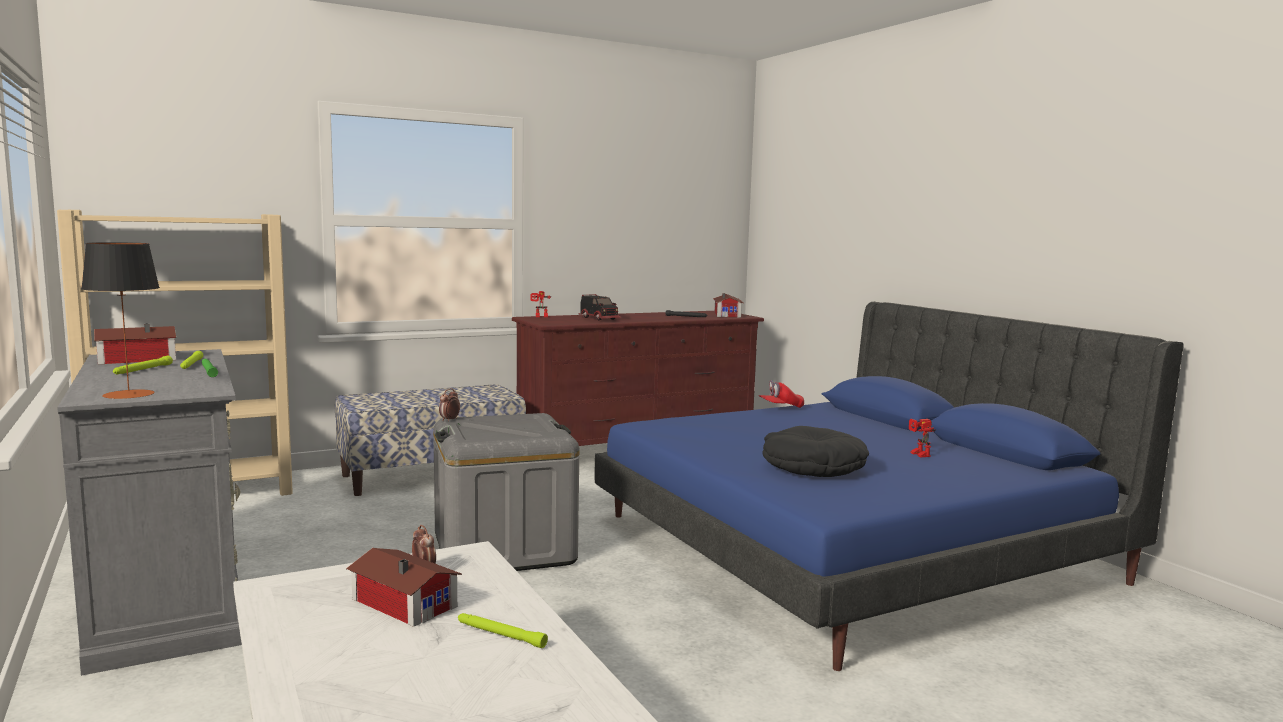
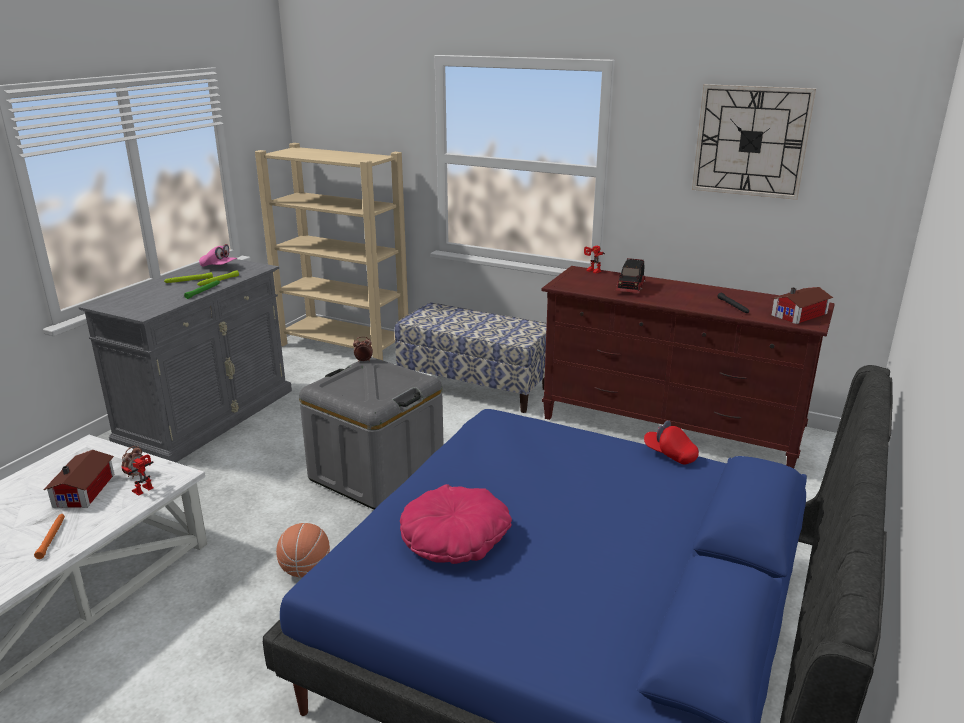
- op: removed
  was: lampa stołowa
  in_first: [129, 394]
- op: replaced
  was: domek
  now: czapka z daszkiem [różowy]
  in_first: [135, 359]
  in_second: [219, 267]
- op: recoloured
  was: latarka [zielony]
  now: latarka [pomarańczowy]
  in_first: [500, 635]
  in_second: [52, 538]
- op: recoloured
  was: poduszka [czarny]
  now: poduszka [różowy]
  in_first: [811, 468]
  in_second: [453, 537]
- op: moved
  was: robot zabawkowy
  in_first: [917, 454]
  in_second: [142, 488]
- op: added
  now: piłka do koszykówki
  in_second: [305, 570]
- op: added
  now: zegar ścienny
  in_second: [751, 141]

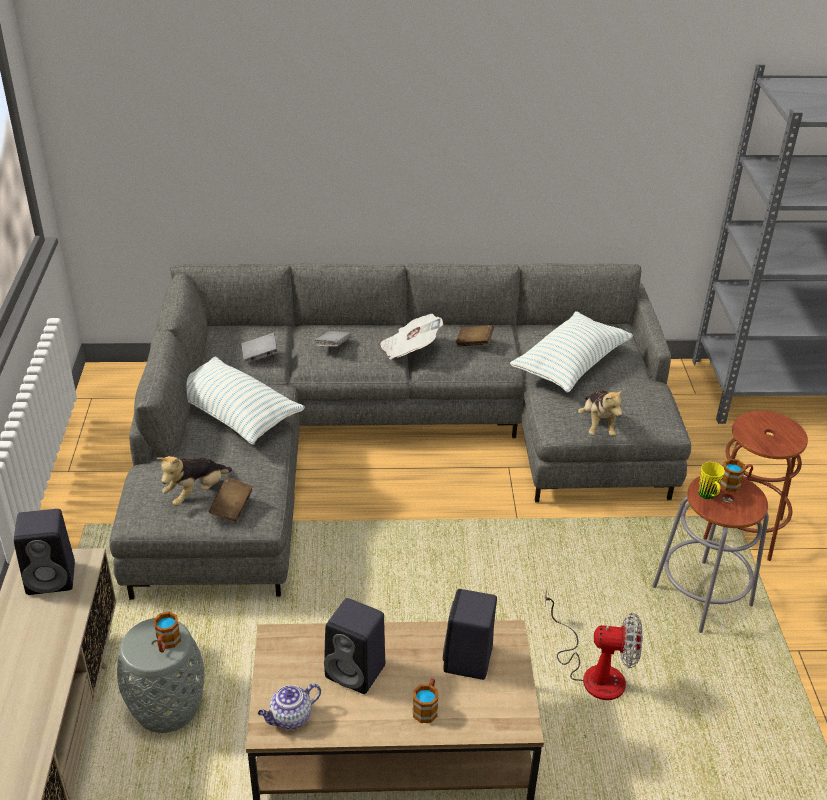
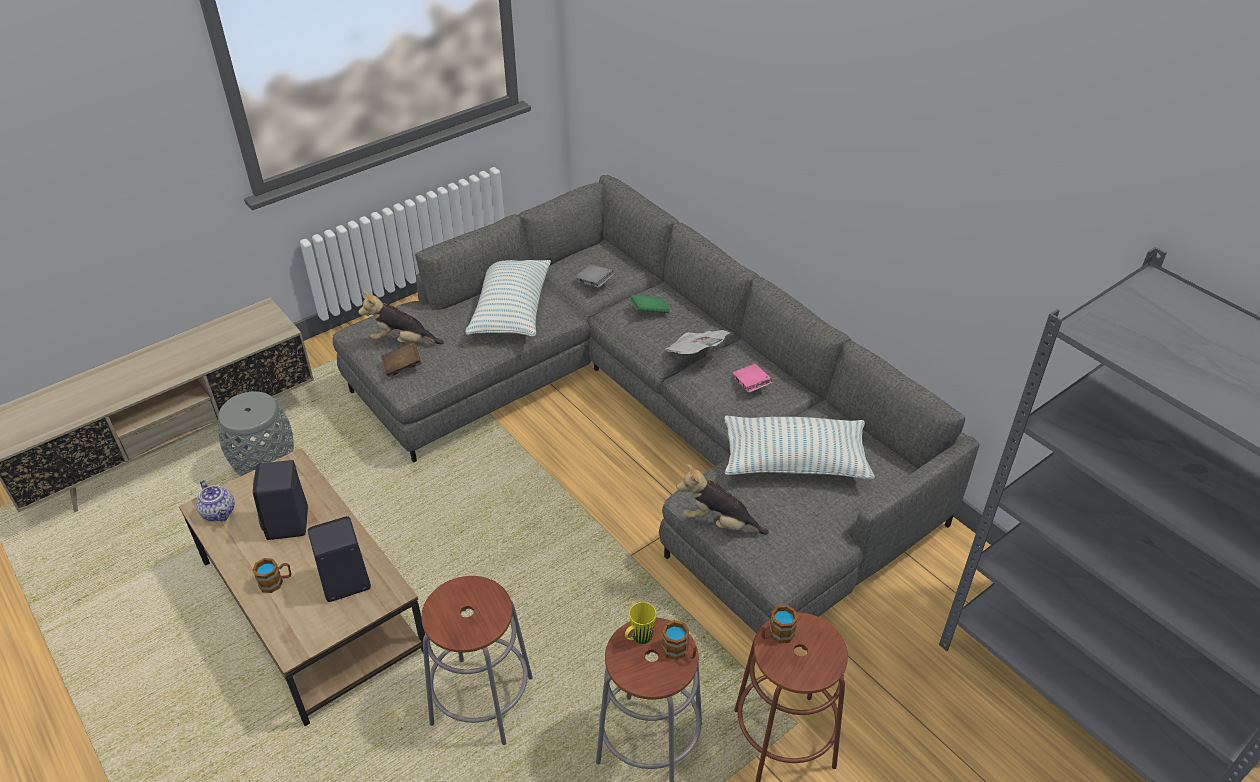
- op: removed
  was: głośnik [czarny]
  in_first: [53, 578]
- op: moved
  was: kubek
  in_first: [167, 643]
  in_second: [776, 635]
- op: turned
  was: imbryk
  in_first: [290, 718]
  in_second: [219, 513]
  clockwise: -150
- op: recoloured
  was: książka [szary]
  now: książka [zielony]
  in_first: [333, 347]
  in_second: [649, 312]
- op: recoloured
  was: książka [brązowy]
  now: książka [różowy]
  in_first: [474, 343]
  in_second: [751, 385]
- op: replaced
  was: wentylator
  now: stołek [szary]
  in_first: [593, 672]
  in_second: [482, 701]
- op: turned
  was: pluszak
  in_first: [597, 425]
  in_second: [719, 523]
  clockwise: 60

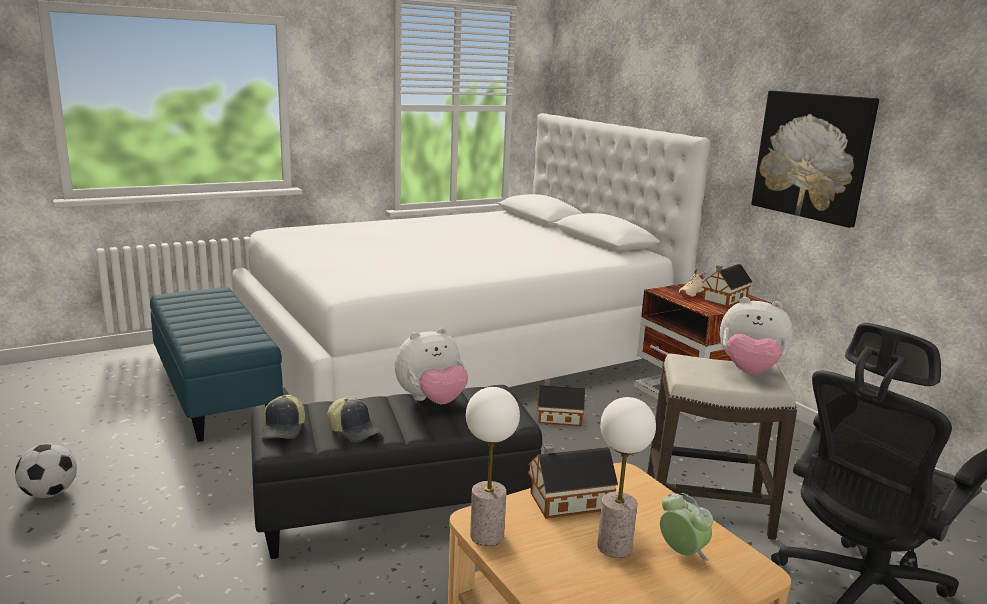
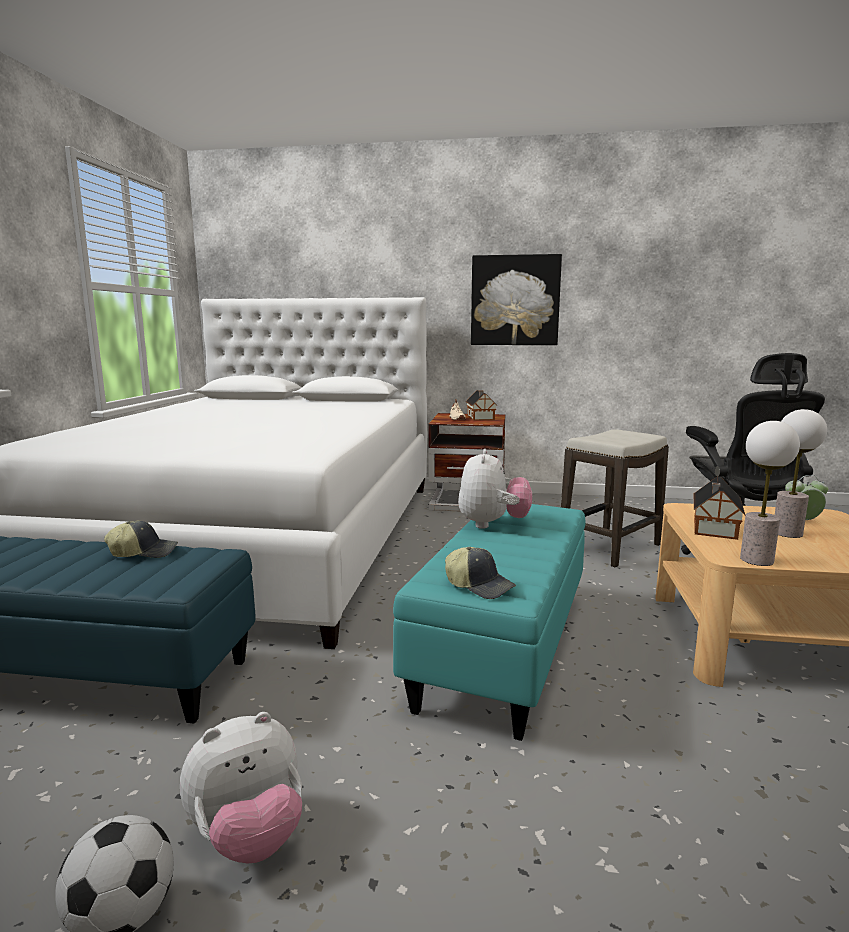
- op: recoloured
  was: pufa [czarny]
  now: pufa [turkusowy]
  in_first: [395, 512]
  in_second: [501, 649]
- op: moved
  was: czapka z daszkiem
  in_first: [354, 430]
  in_second: [144, 552]
- op: removed
  was: domek
  in_first: [557, 417]
- op: moved
  was: pluszak
  in_first: [749, 371]
  in_second: [249, 836]

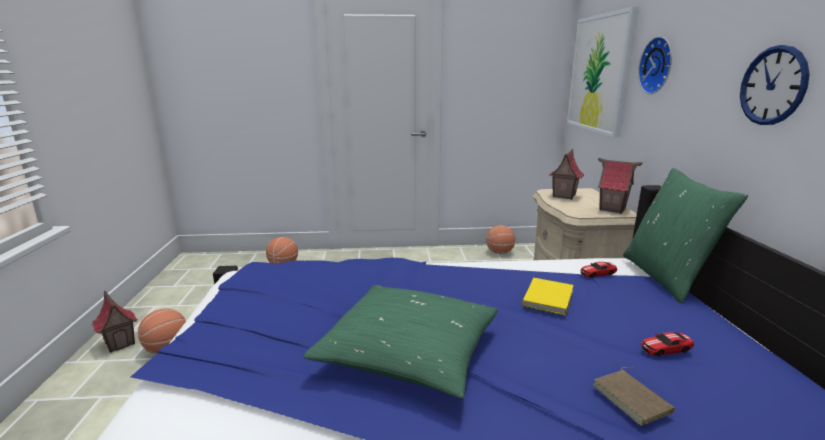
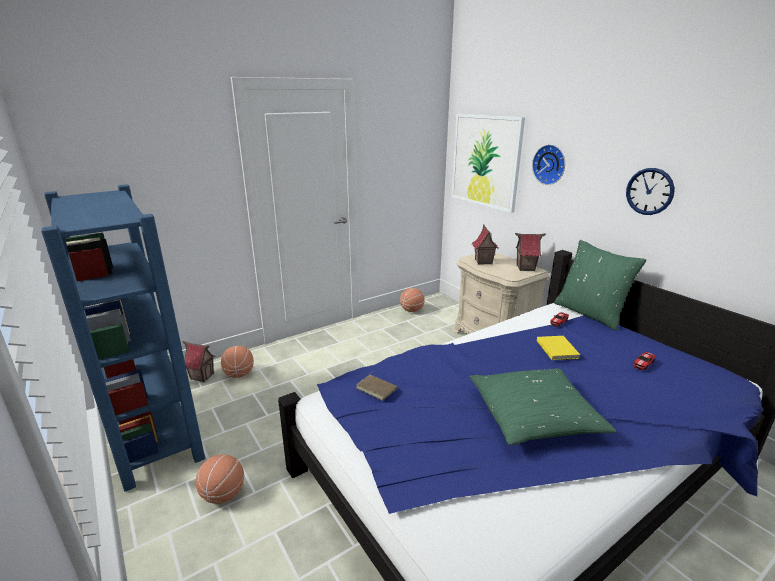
- op: moved
  was: domek
  in_first: [120, 343]
  in_second: [202, 376]
- op: moved
  was: książka [brązowy]
  in_first: [633, 399]
  in_second: [377, 388]
- op: added
  now: regał [niebieski]
  in_second: [152, 428]

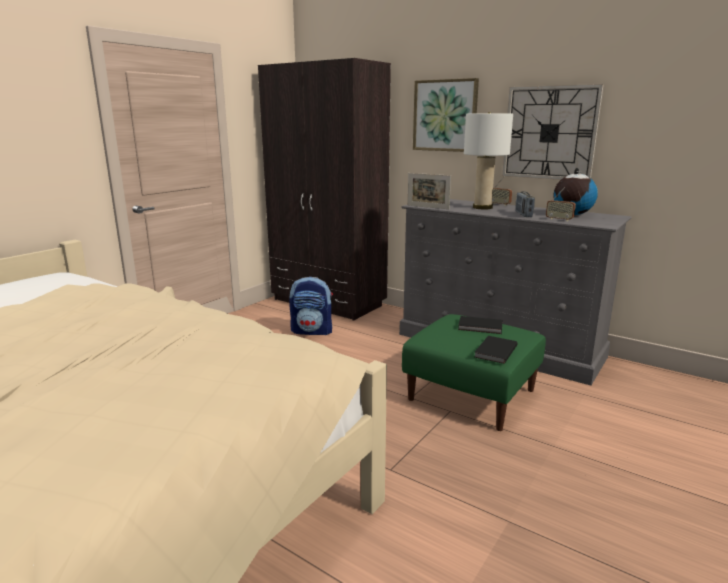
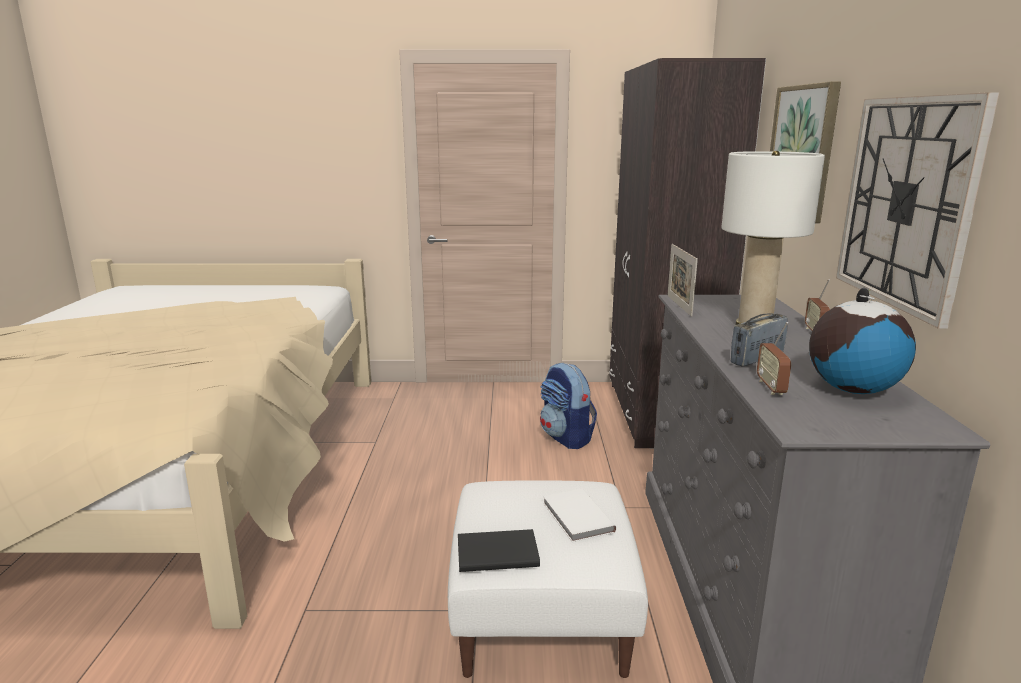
- op: recoloured
  was: pufa [zielony]
  now: pufa [biały]
  in_first: [472, 395]
  in_second: [543, 616]
- op: recoloured
  was: książka [czarny]
  now: książka [biały]
  in_first: [480, 327]
  in_second: [576, 518]

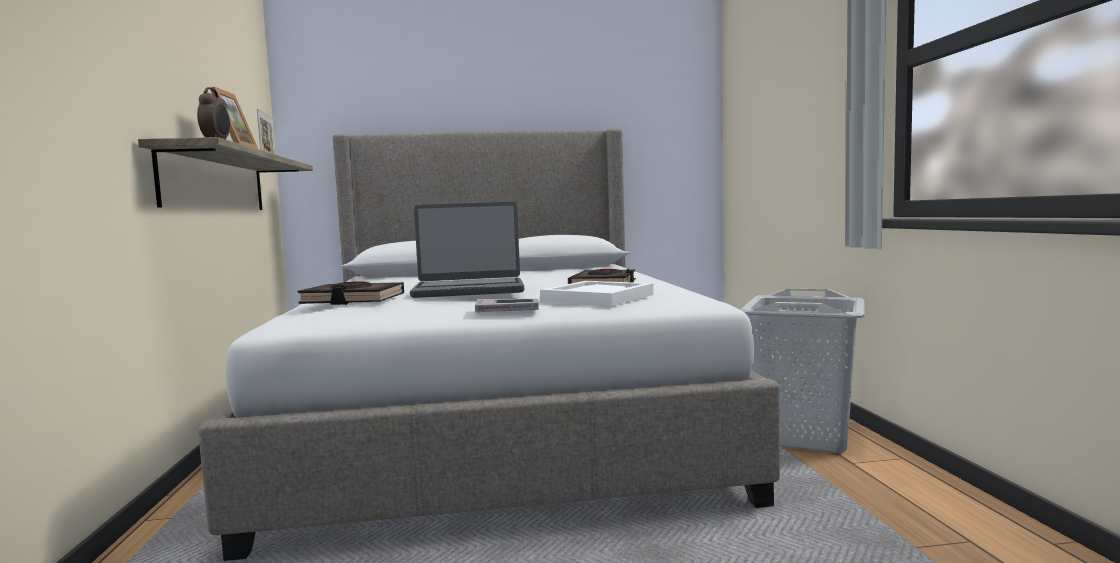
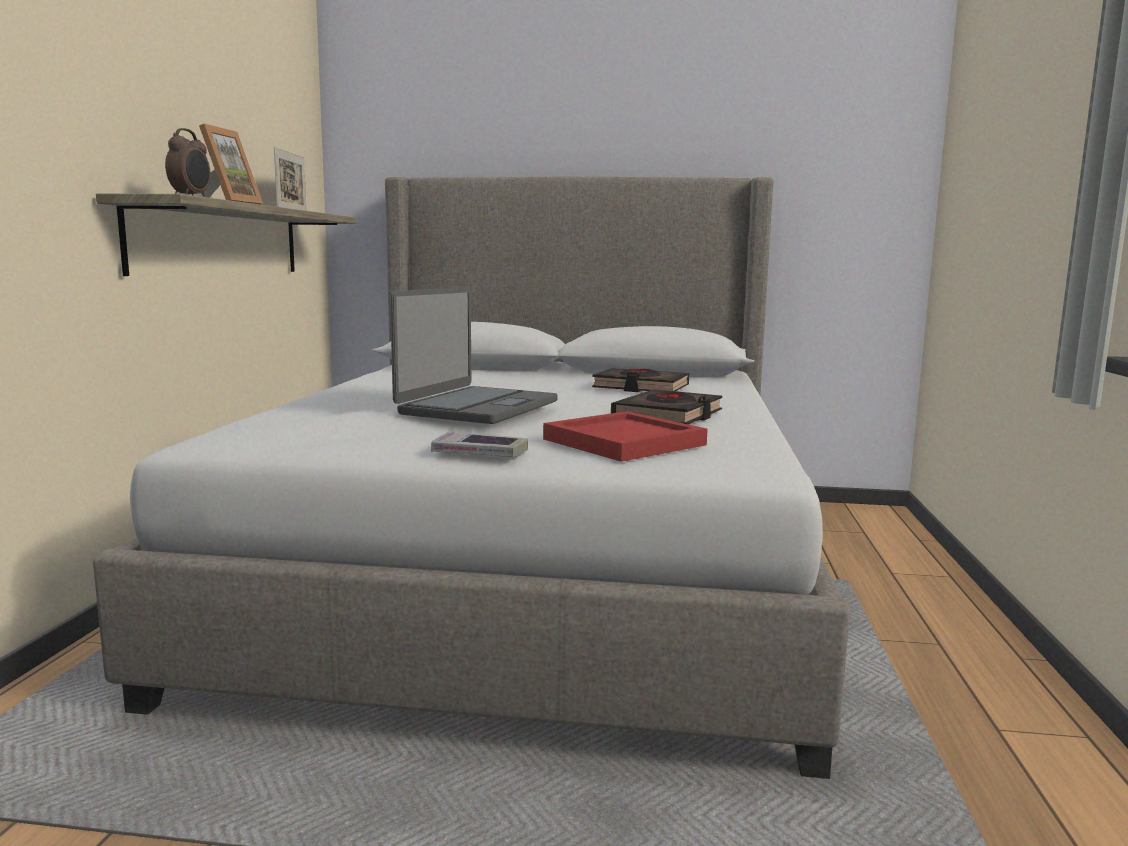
- op: moved
  was: książka [czarny]
  in_first: [353, 300]
  in_second: [640, 387]
- op: turned
  was: laptop
  in_first: [469, 290]
  in_second: [477, 407]
  clockwise: -75
- op: recoloured
  was: taca [biały]
  now: taca [czerwony]
  in_first: [599, 298]
  in_second: [626, 442]
- op: removed
  was: kosz na pranie [szary]
  in_first: [803, 436]

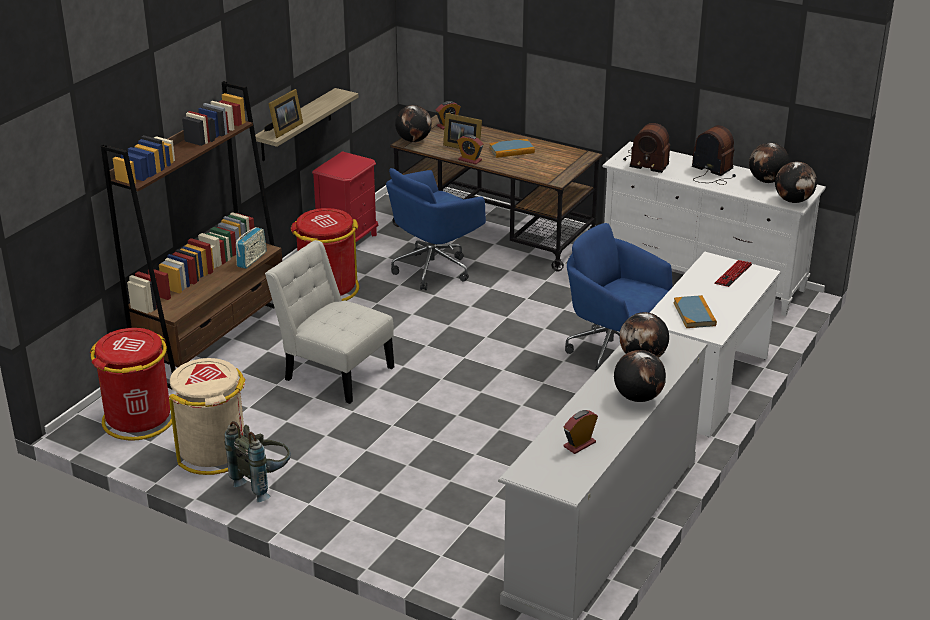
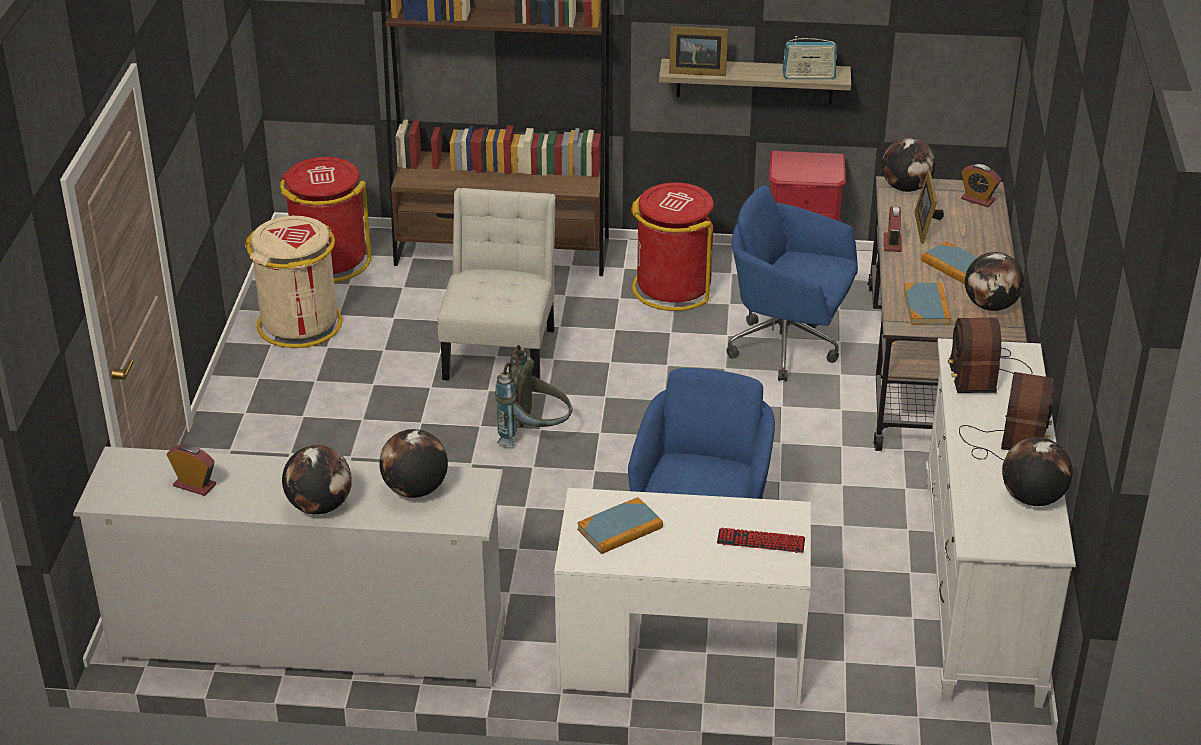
- op: moved
  was: plecak [szary]
  in_first: [263, 483]
  in_second: [535, 435]
- op: moved
  was: radio
  in_first: [252, 259]
  in_second: [809, 76]
- op: moved
  was: globus
  in_first: [793, 200]
  in_second: [991, 306]
- op: added
  now: książka
  in_second: [926, 307]

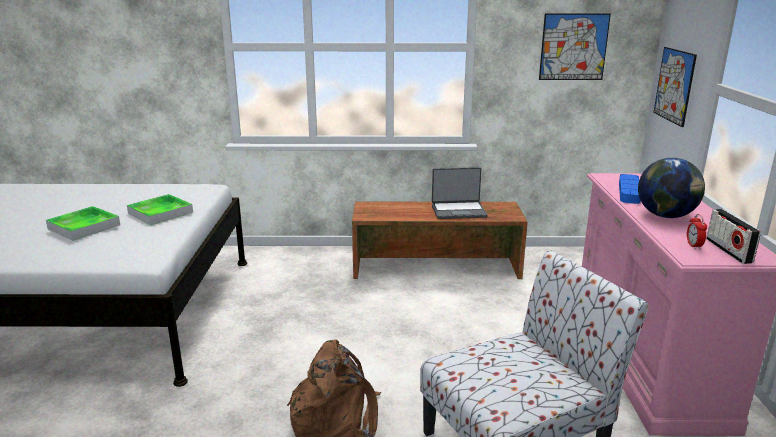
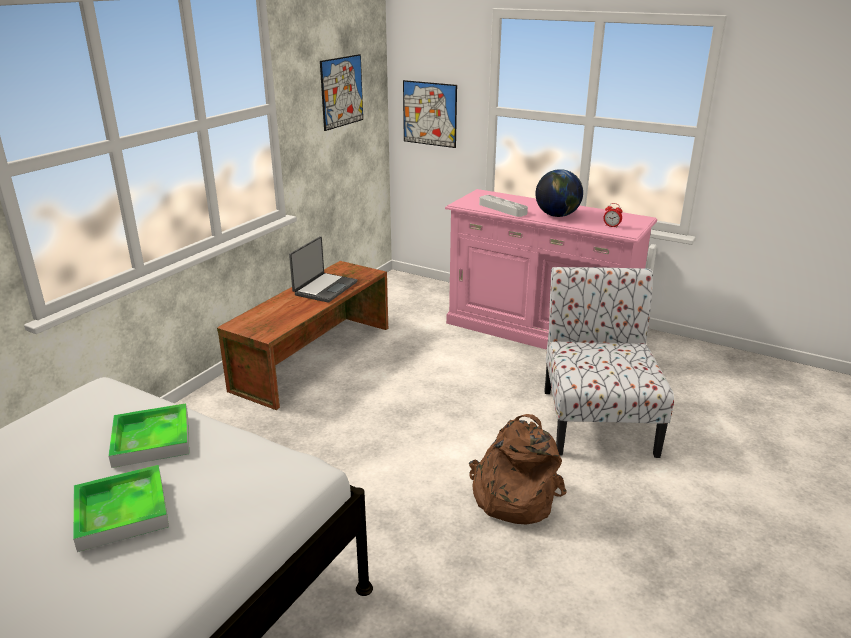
- op: recoloured
  was: taca [niebieski]
  now: taca [szary]
  in_first: [629, 192]
  in_second: [502, 209]
- op: removed
  was: radio
  in_first: [728, 250]

